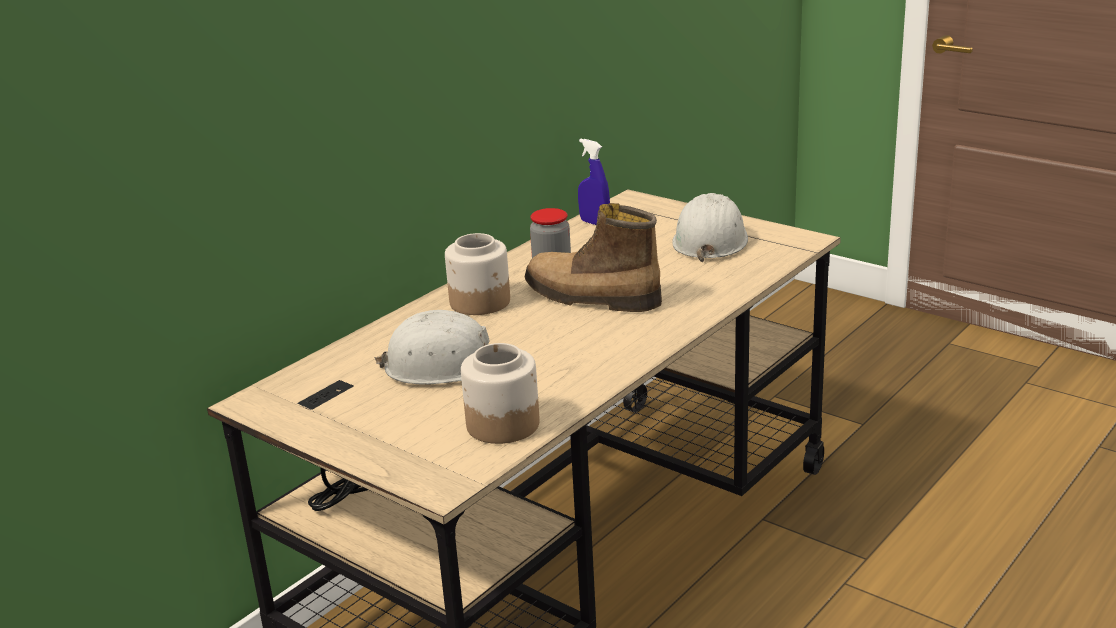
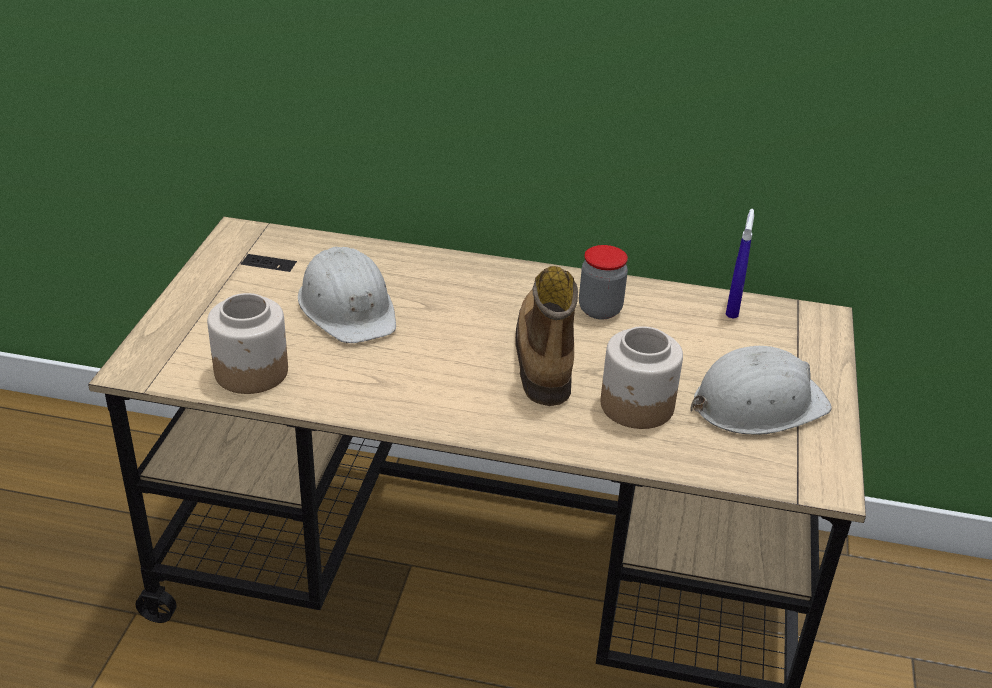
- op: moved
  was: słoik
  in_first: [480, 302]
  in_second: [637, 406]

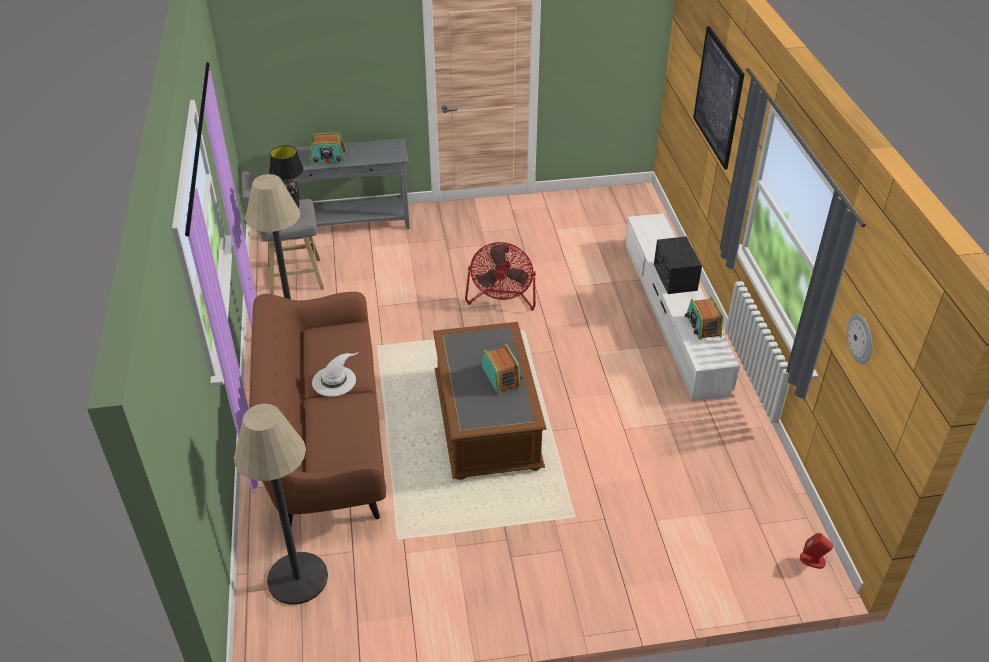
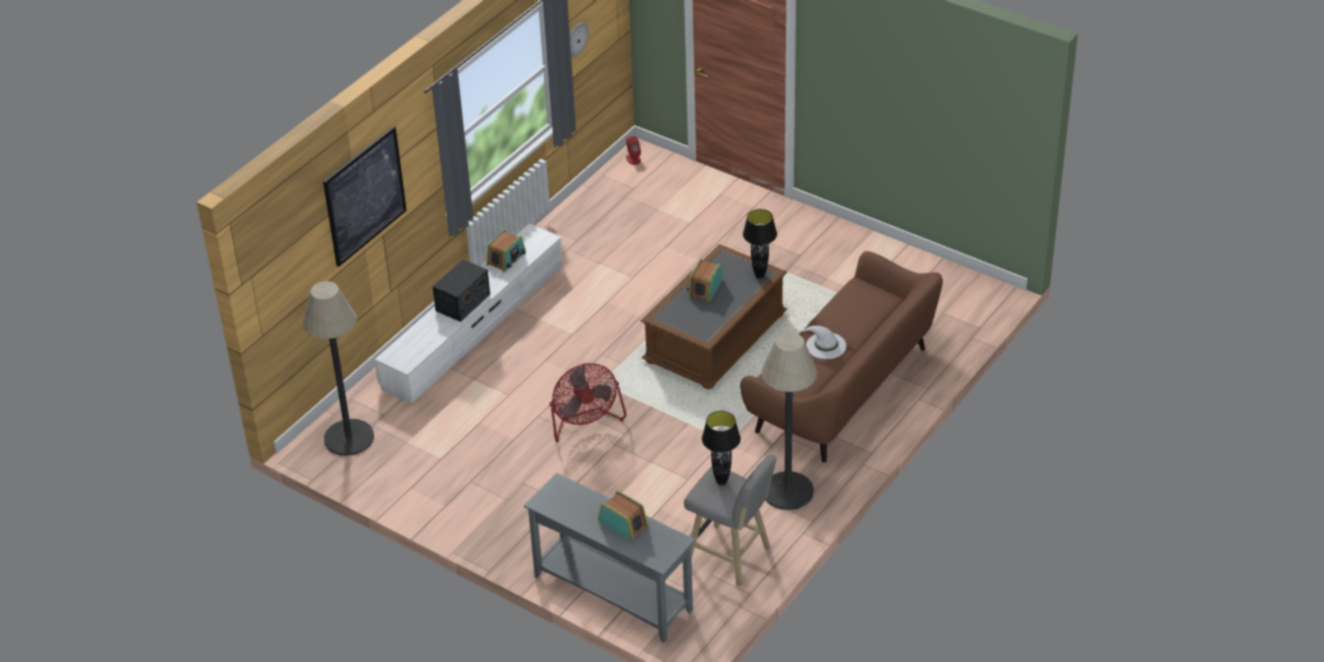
- op: moved
  was: lampa stojąca
  in_first: [297, 578]
  in_second: [349, 438]
- op: turned
  was: wentylator [czerwony]
  in_first: [500, 298]
  in_second: [581, 422]
  clockwise: 105
- op: added
  now: lampa stołowa [czarny]
  in_second: [760, 275]

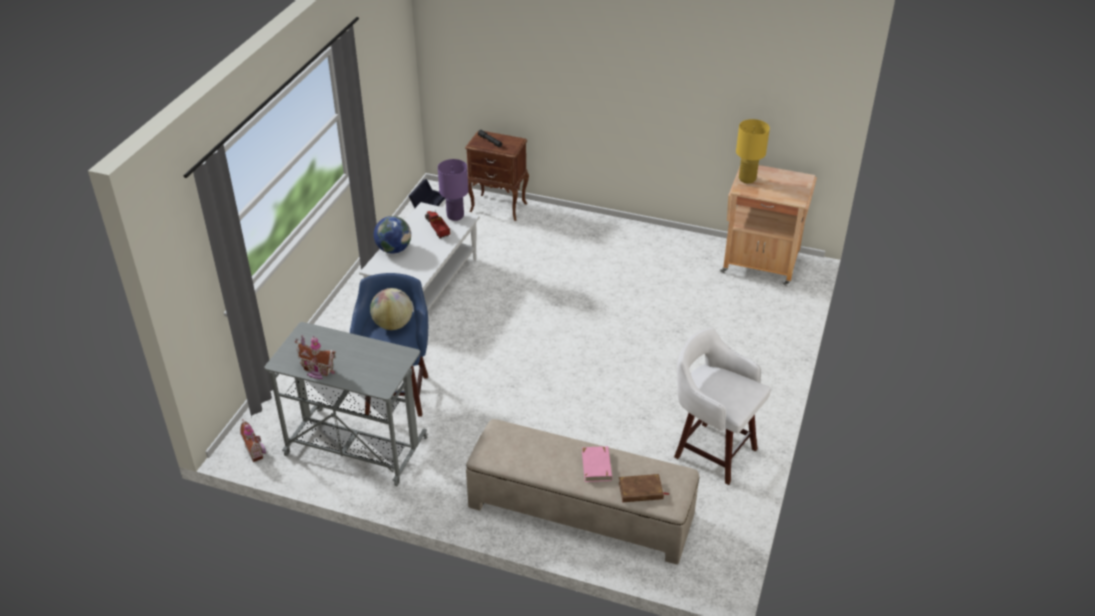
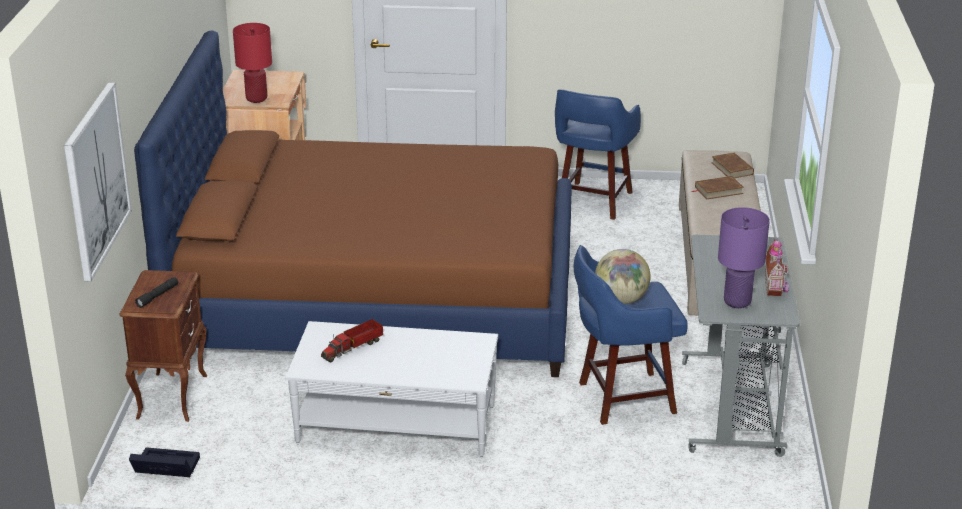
- op: removed
  was: domek
  in_first: [256, 451]
- op: removed
  was: globus
  in_first: [394, 249]
- op: moved
  was: lampa stołowa [fioletowy]
  in_first: [455, 217]
  in_second: [737, 304]
- op: recoloured
  was: książka [różowy]
  now: książka [brązowy]
  in_first: [597, 466]
  in_second: [718, 190]
- op: recoloured
  was: stołek [biały]
  now: stołek [niebieski]
  in_first: [712, 451]
  in_second: [592, 202]
- op: recoloured
  was: lampa stołowa [żółty]
  now: lampa stołowa [czerwony]
  in_first: [747, 180]
  in_second: [256, 100]
- op: added
  now: obraz
  in_second: [96, 180]
- op: added
  now: łóżko [brązowy]
  in_second: [376, 297]

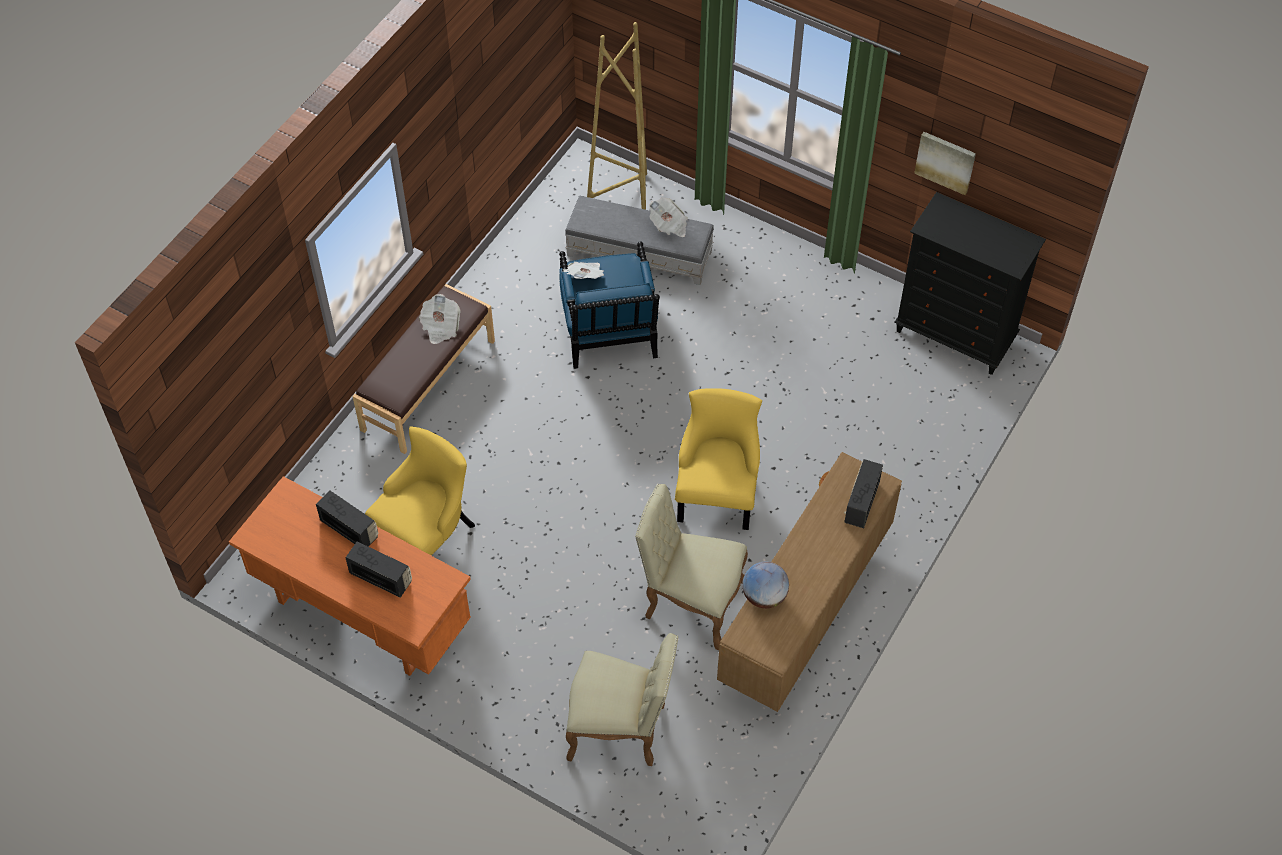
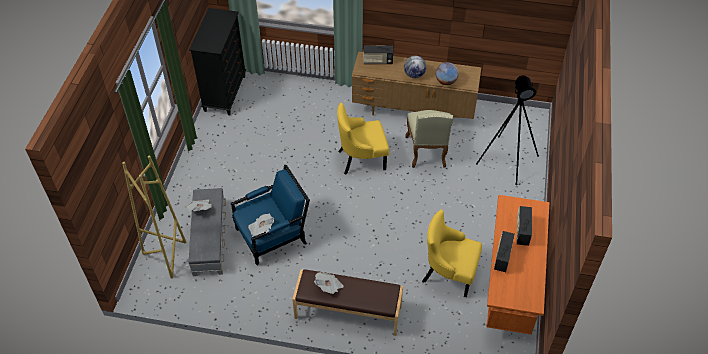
- op: replaced
  was: krzesło [beżowy]
  now: lampa stojąca [czarny]
  in_first: [620, 728]
  in_second: [507, 160]
- op: removed
  was: obraz
  in_first: [945, 161]
- op: added
  now: globus
  in_second: [414, 75]

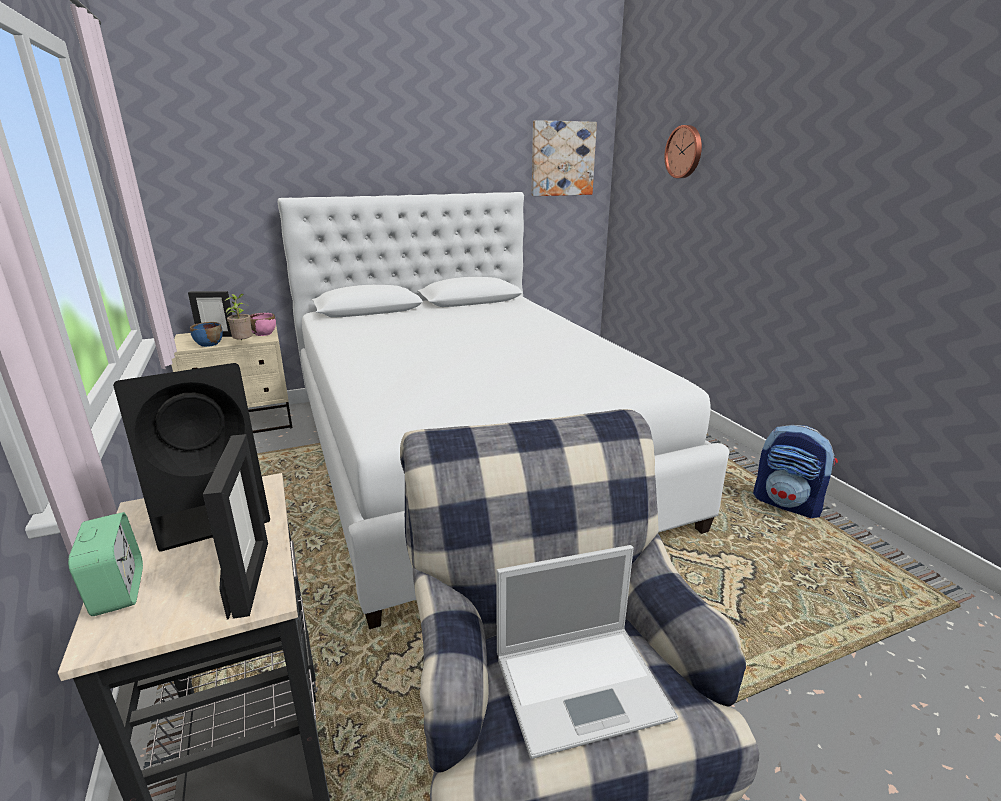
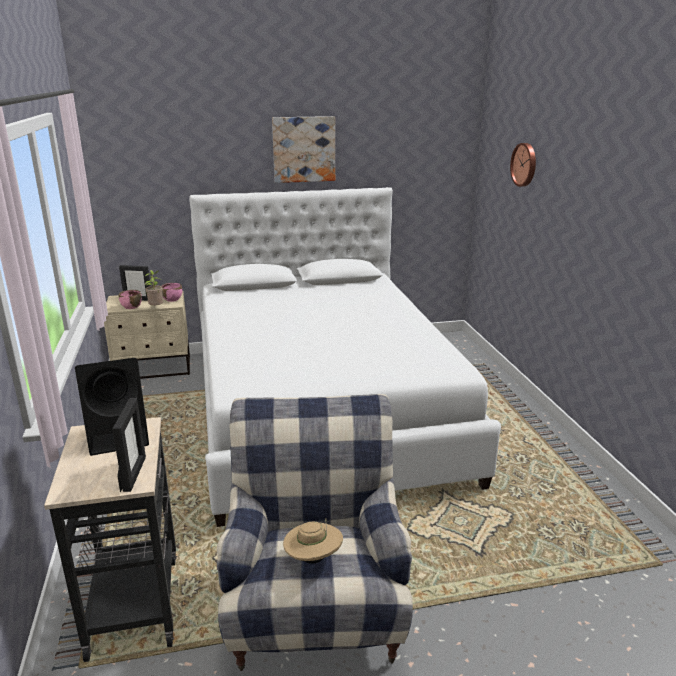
- op: removed
  was: budzik
  in_first: [118, 591]
- op: recoloured
  was: miska [niebieski]
  now: miska [różowy]
  in_first: [209, 344]
  in_second: [131, 307]
- op: replaced
  was: laptop
  now: kapelusz [beżowy]
  in_first: [584, 685]
  in_second: [313, 558]
- op: moved
  was: obraz
  in_first: [562, 159]
  in_second: [304, 149]
- op: removed
  was: plecak
  in_first: [787, 504]

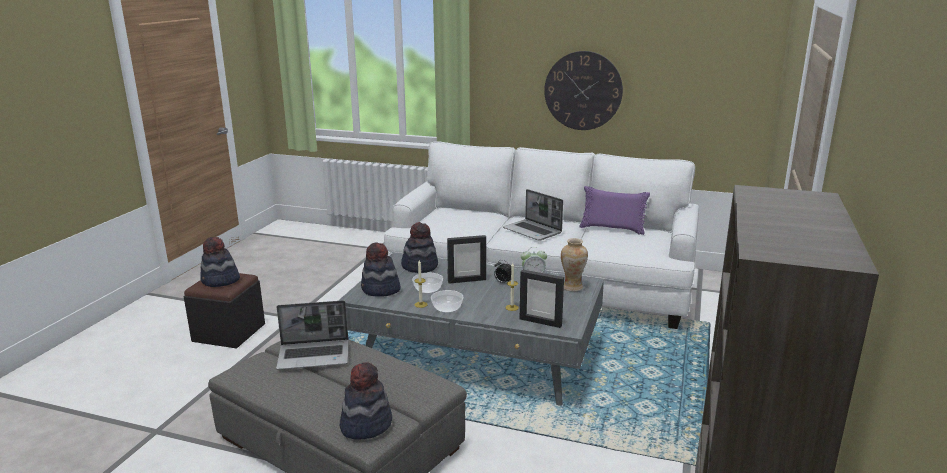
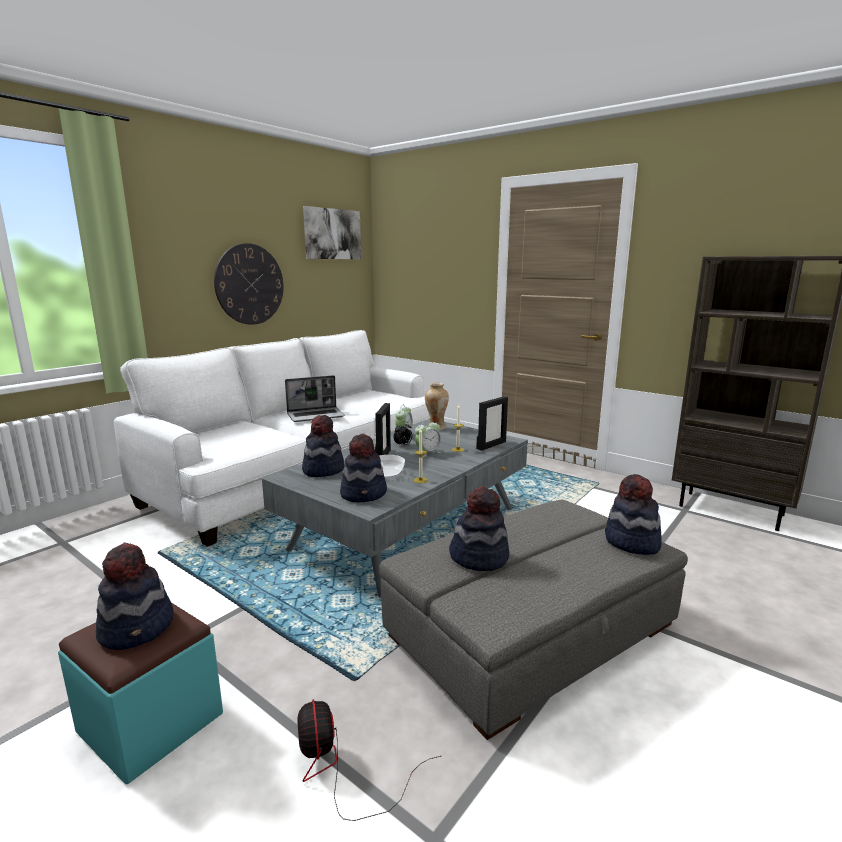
- op: recoloured
  was: pufa [czarny]
  now: pufa [turkusowy]
  in_first: [229, 333]
  in_second: [151, 723]
- op: replaced
  was: laptop
  now: kapelusz
  in_first: [315, 355]
  in_second: [479, 557]
- op: removed
  was: miska
  in_first: [447, 308]
- op: removed
  was: poduszka [fioletowy]
  in_first: [612, 229]
- op: added
  now: wentylator
  in_second: [340, 769]
- op: added
  now: obraz
  in_second: [332, 234]
- op: added
  now: budzik
  in_second: [428, 452]

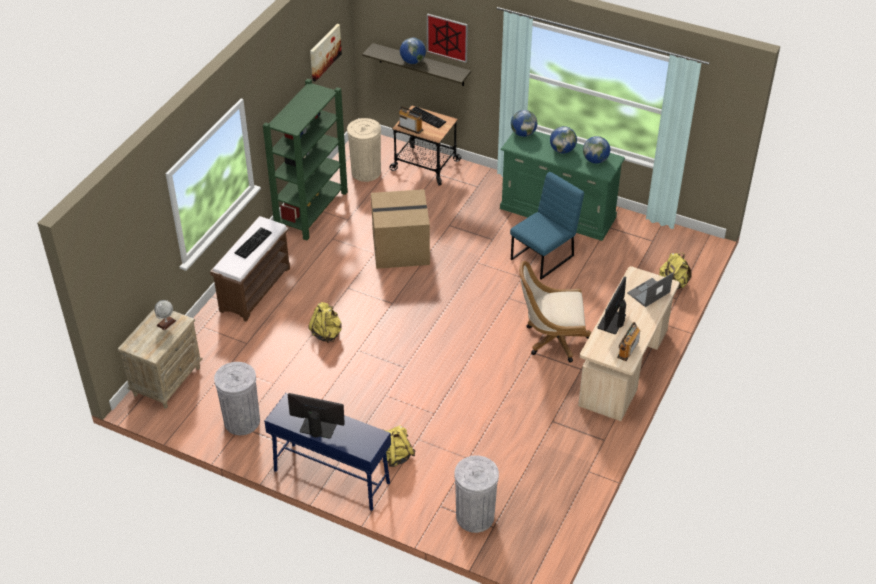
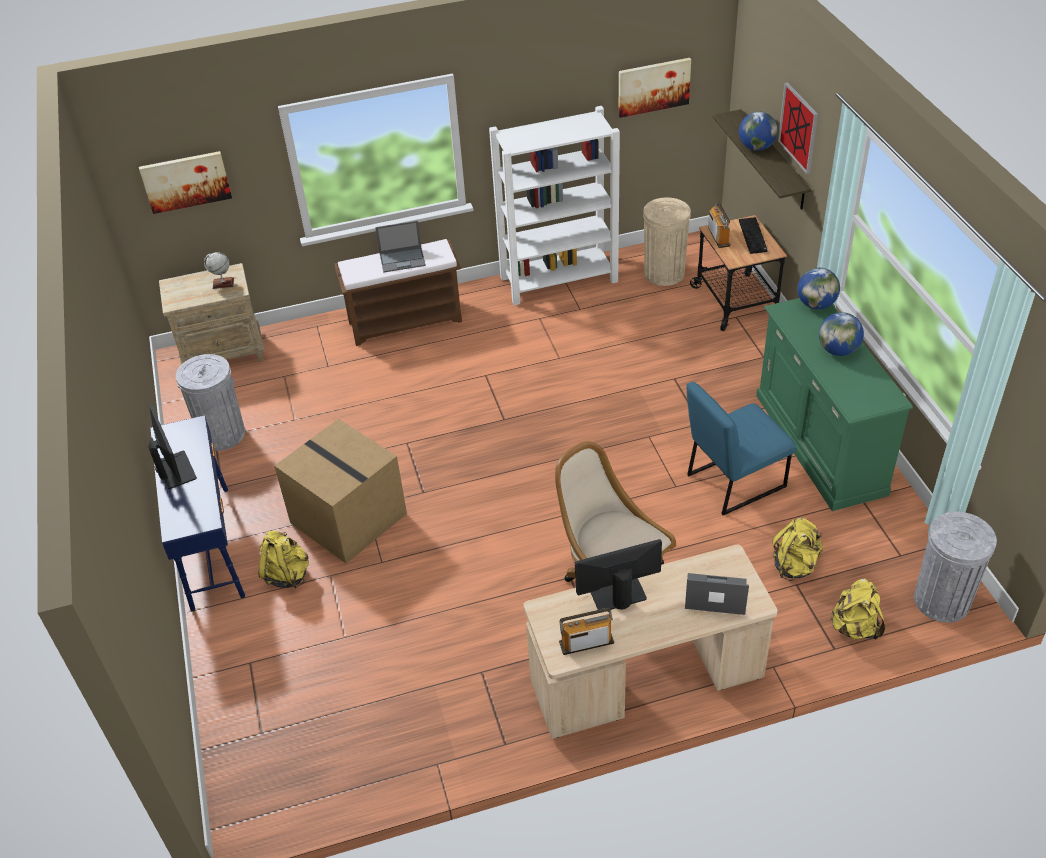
- op: replaced
  was: klawiatura
  now: laptop
  in_first: [253, 243]
  in_second: [403, 259]
- op: recoloured
  was: regał [zielony]
  now: regał [biały]
  in_first: [311, 210]
  in_second: [559, 279]
- op: moved
  was: plecak [żółty]
  in_first: [327, 333]
  in_second: [795, 565]
- op: moved
  was: karton
  in_first: [401, 248]
  in_second: [350, 518]
- op: moved
  was: kosz na śmieci [szary]
  in_first: [475, 516]
  in_second: [942, 600]
- op: turned
  was: krzesło [niebieski]
  in_first: [544, 256]
  in_second: [733, 481]
  clockwise: 150
- op: removed
  was: globus
  in_first: [595, 160]
- op: added
  now: obraz
  in_second: [186, 181]

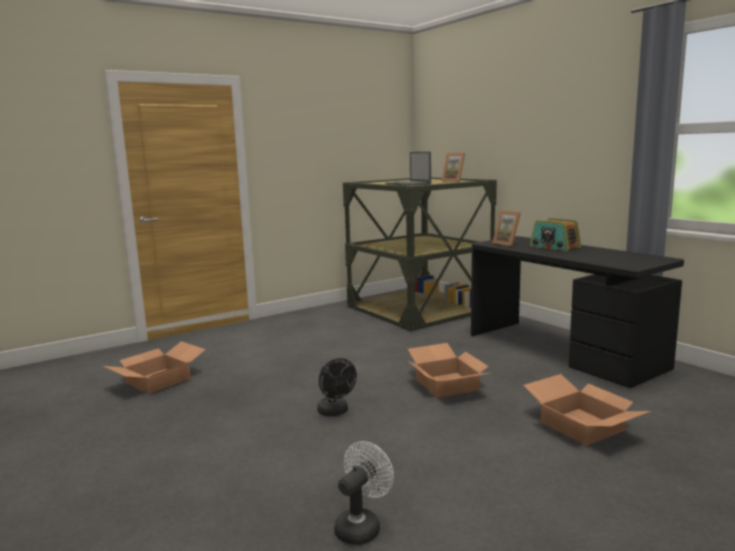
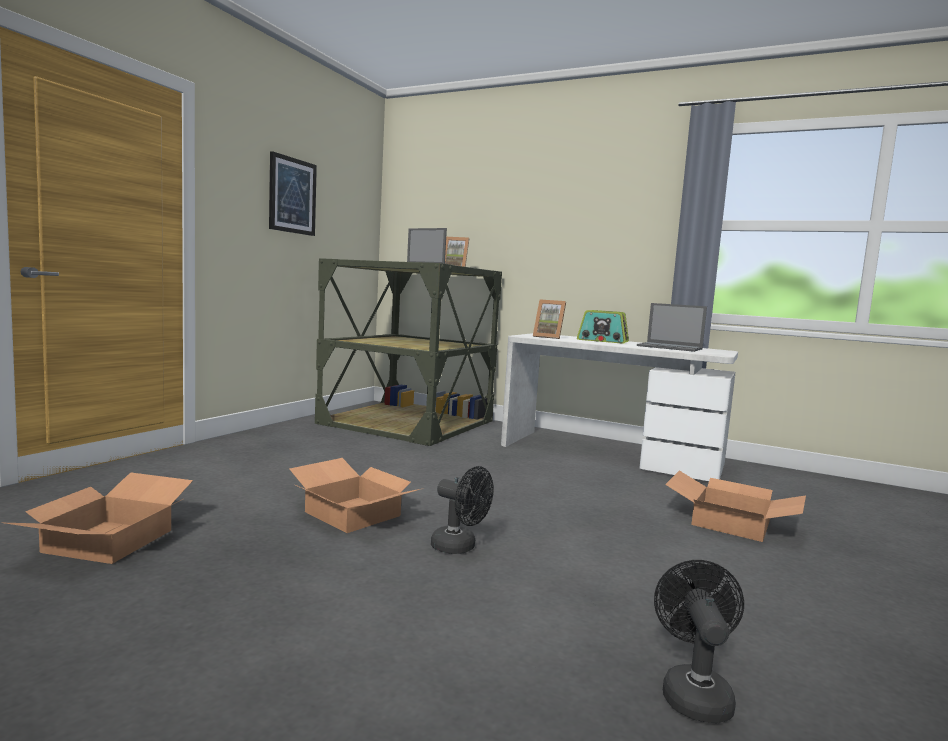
- op: recoloured
  was: wentylator [biały]
  now: wentylator [czarny]
  in_first: [361, 526]
  in_second: [693, 692]
- op: moved
  was: karton
  in_first: [446, 384]
  in_second: [351, 514]
- op: recoloured
  was: biurko [czarny]
  now: biurko [biały]
  in_first: [562, 350]
  in_second: [610, 454]
- op: added
  now: obraz
  in_second: [292, 195]
- op: added
  now: laptop
  in_second: [670, 347]

